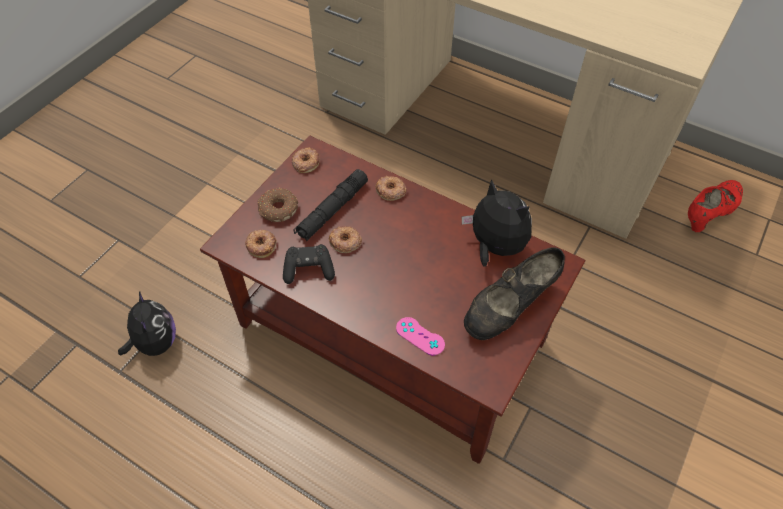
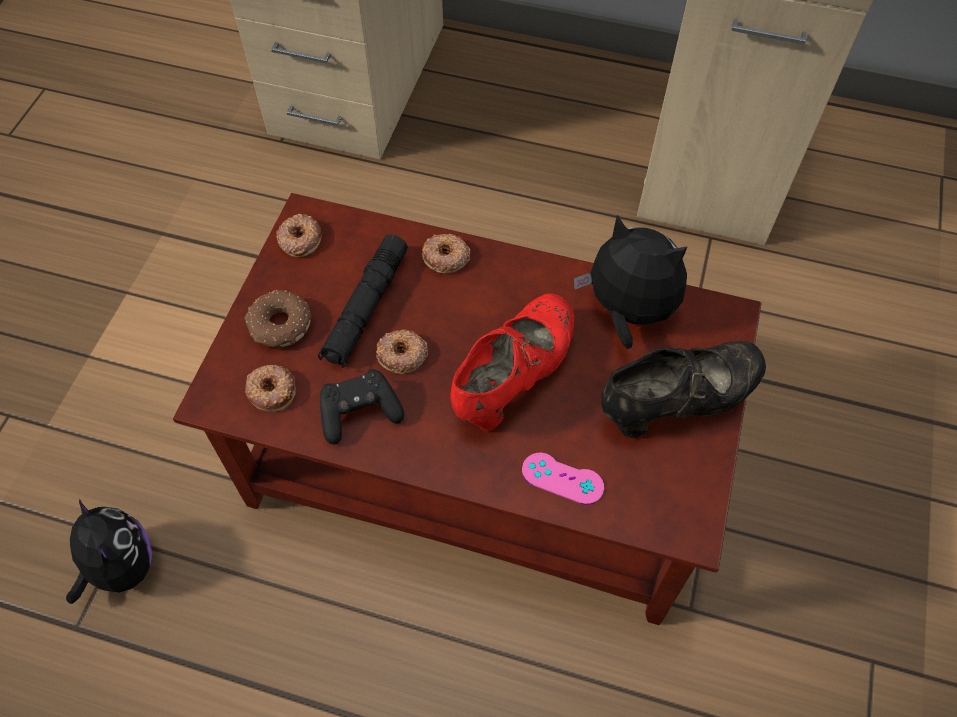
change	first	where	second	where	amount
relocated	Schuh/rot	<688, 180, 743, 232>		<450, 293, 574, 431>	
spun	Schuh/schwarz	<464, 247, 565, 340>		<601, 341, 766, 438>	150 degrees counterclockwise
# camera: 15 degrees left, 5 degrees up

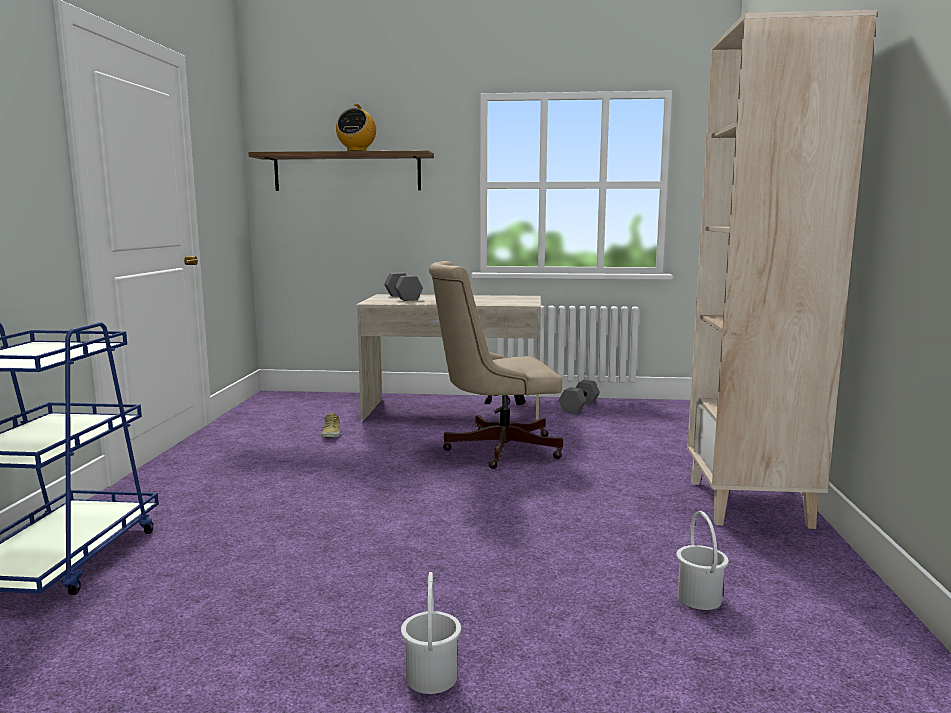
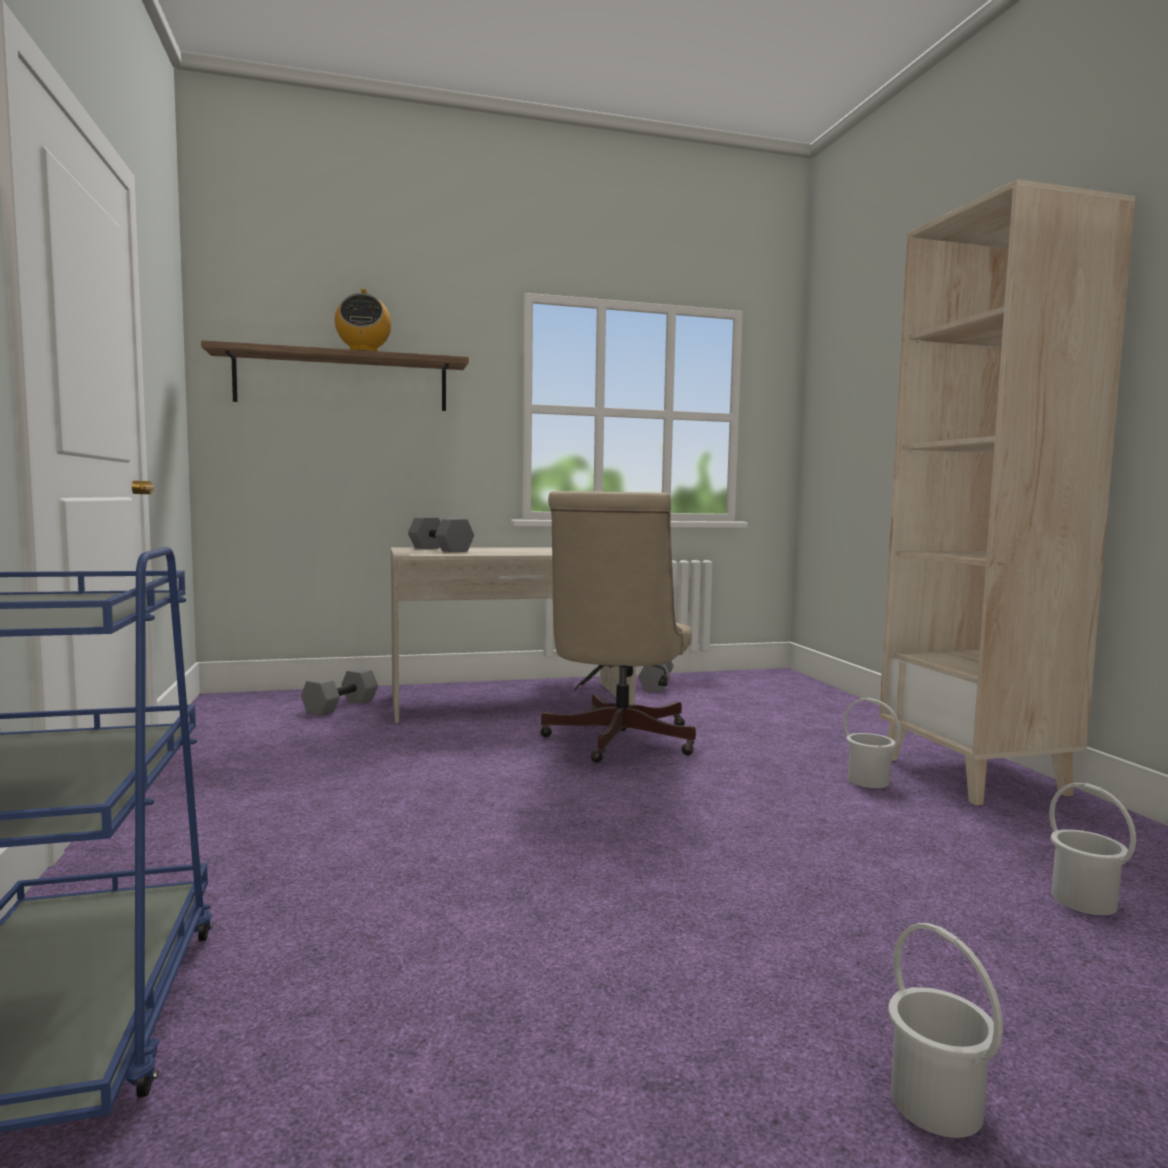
change	first	where	second	where	amount
appeared			Hantel/grau	<301, 668, 378, 716>	
spun	Bürostuhl/beige	<429, 261, 563, 469>		<540, 491, 696, 763>	45 degrees counterclockwise
appeared			Eimer/weiß	<844, 698, 901, 788>	
missing	Schuh/beige	<322, 412, 340, 438>			
# camera: 20 degrees left, 5 degrees down

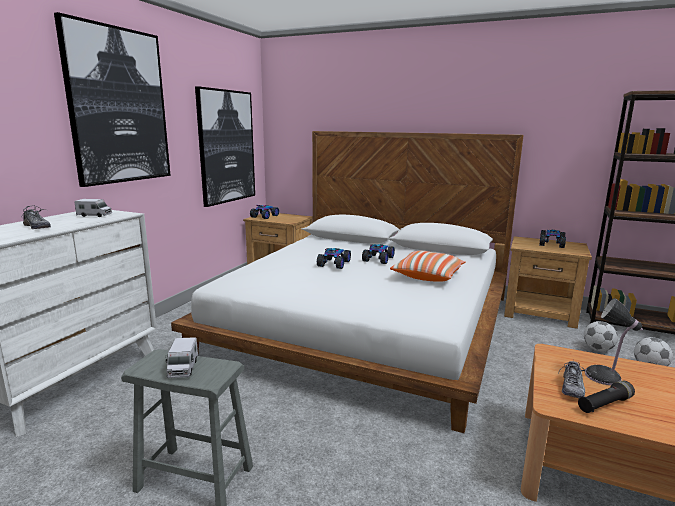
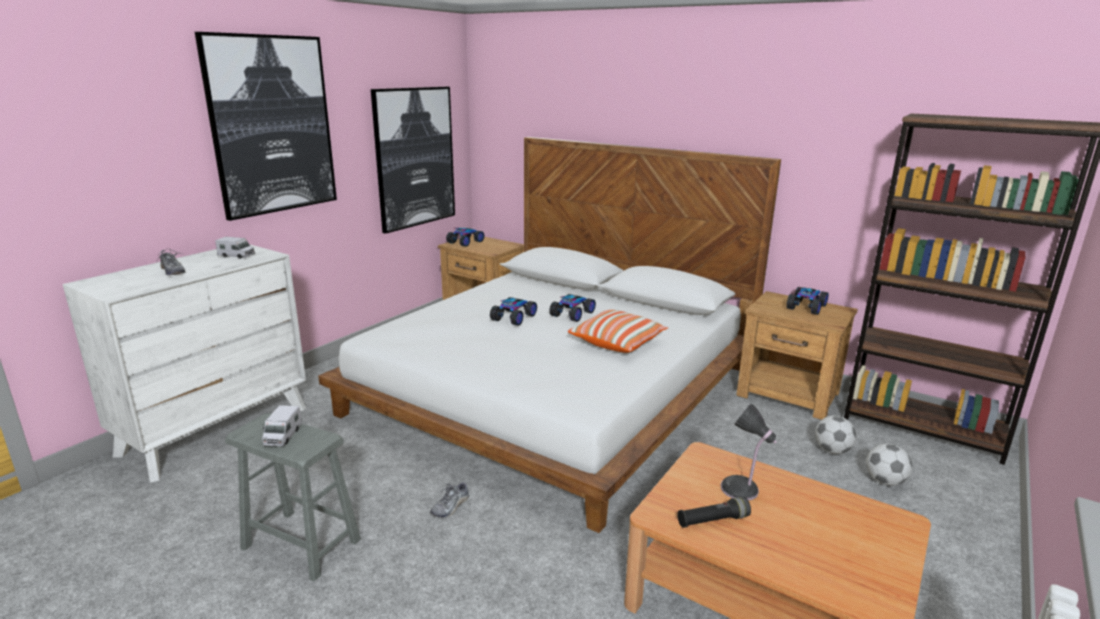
change	first	where	second	where	amount
relocated	Schuh	<559, 361, 591, 398>		<430, 482, 469, 518>	
# camera: 10 degrees right, 5 degrees up

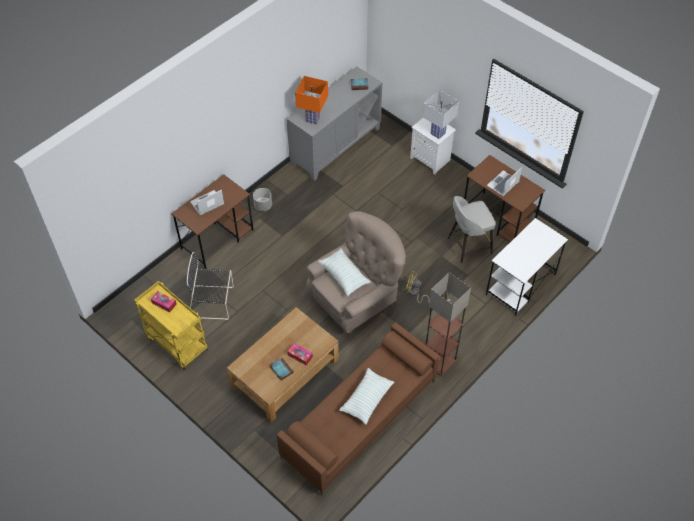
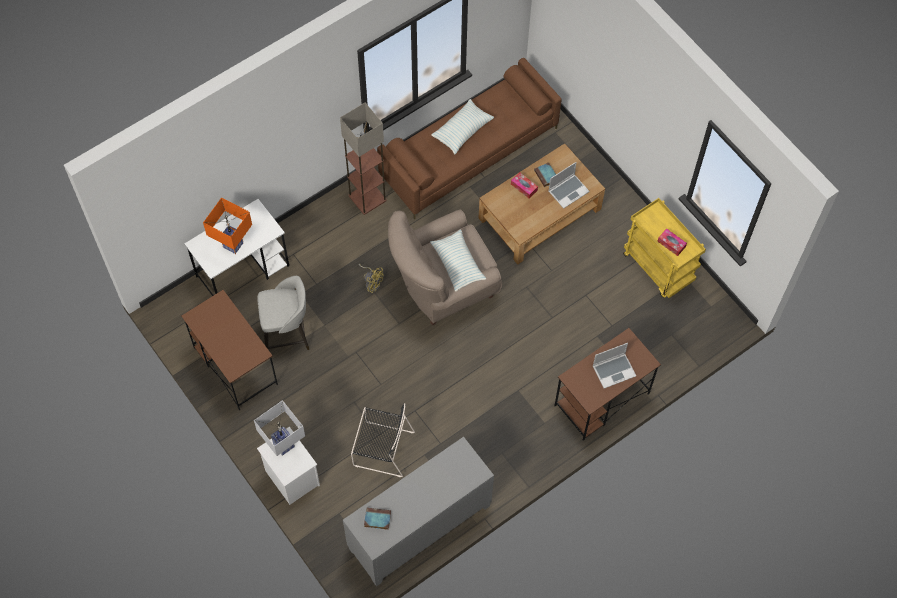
change	first	where	second	where	amount
relocated	Tischlampe/orange	<295, 76, 328, 124>		<203, 197, 252, 254>	
relocated	Stuhl/schwarz	<187, 252, 234, 320>		<351, 403, 415, 477>	
relocated	Laptop	<487, 167, 522, 196>		<549, 162, 589, 209>	
missing	Pflanzkübel/grau	<253, 188, 272, 211>			
# camera: 170 degrees left, 10 degrees up

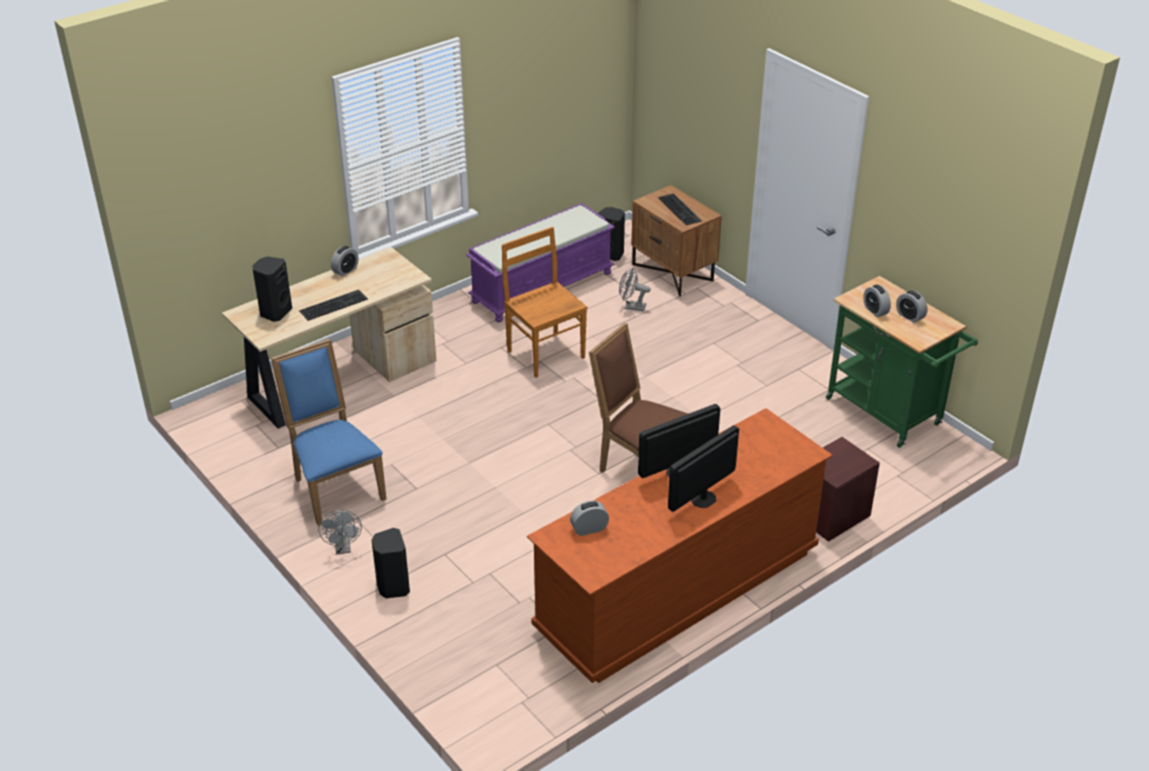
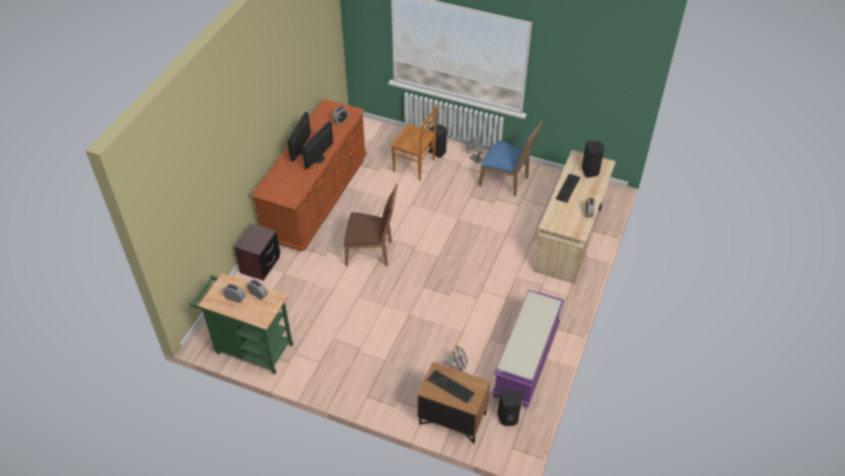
change	first	where	second	where	amount
relocated	Stuhl/braun	<502, 227, 588, 378>		<391, 105, 438, 181>	
# camera: 150 degrees right, 10 degrees up

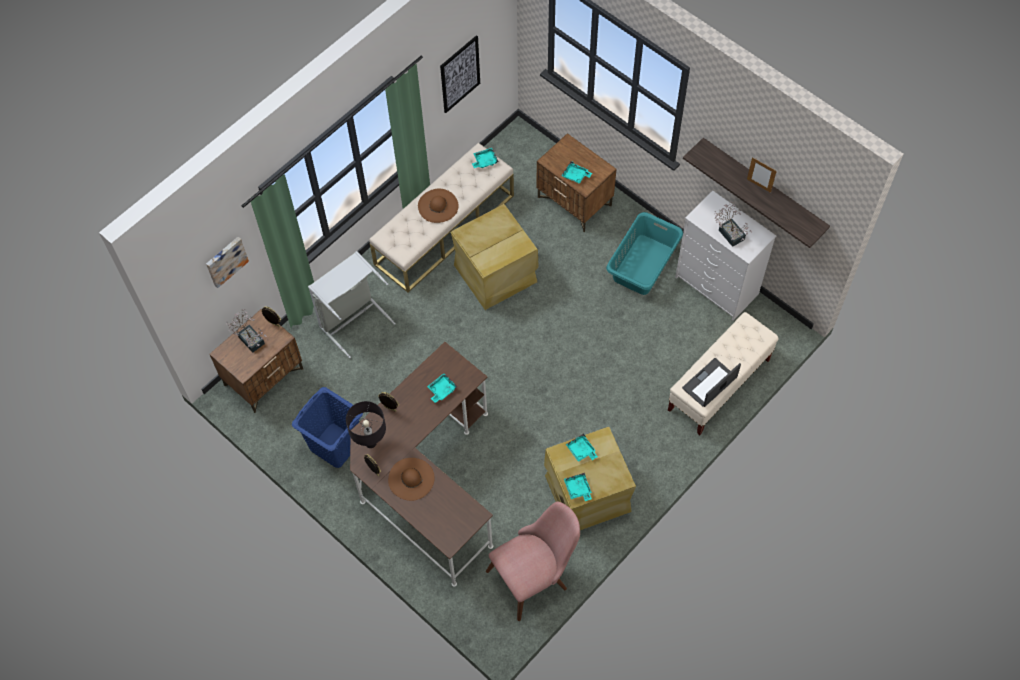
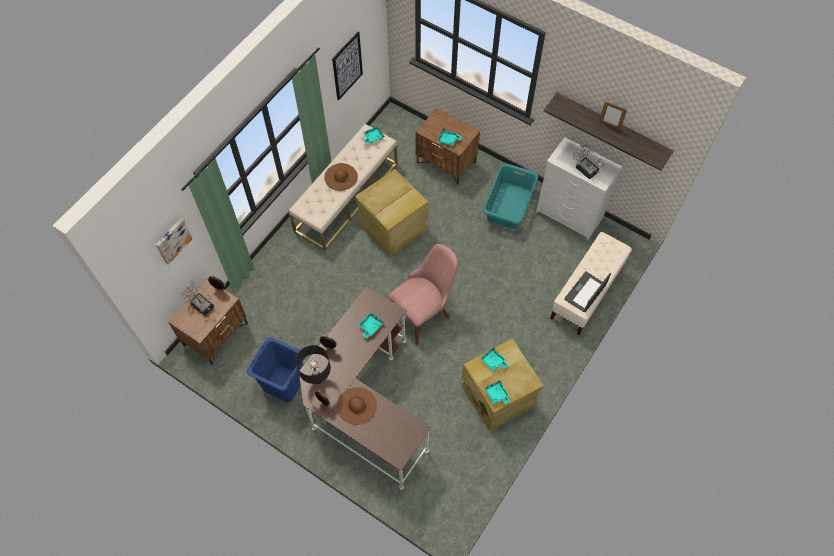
change	first	where	second	where	amount
relocated	Stuhl/rosa	<486, 502, 580, 621>		<388, 244, 458, 345>	
missing	Wäschekorb/grau	<308, 251, 396, 358>			
# camera: 10 degrees left, 0 degrees up

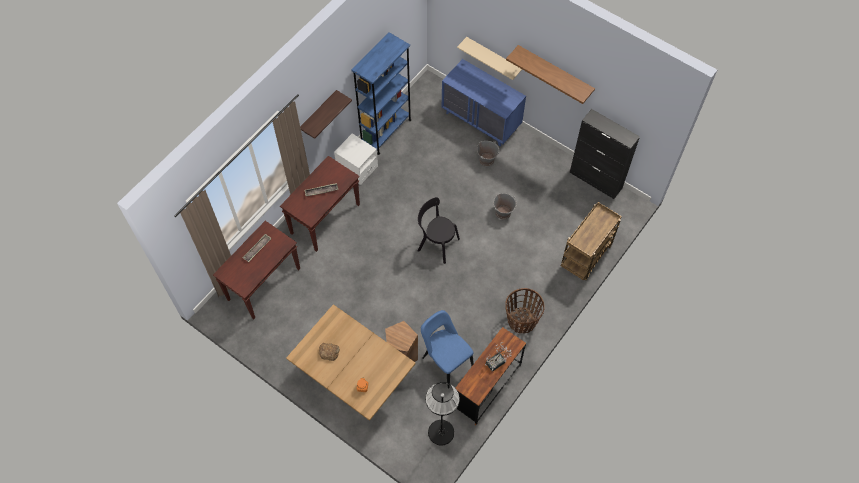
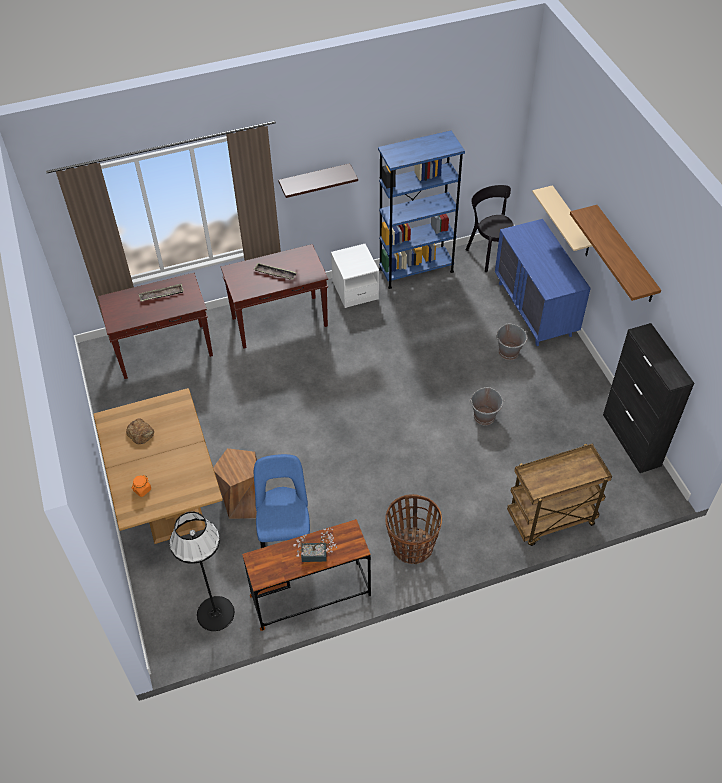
change	first	where	second	where	amount
relocated	Stuhl/schwarz	<417, 197, 460, 264>		<466, 185, 514, 272>	
# camera: 35 degrees right, 10 degrees down

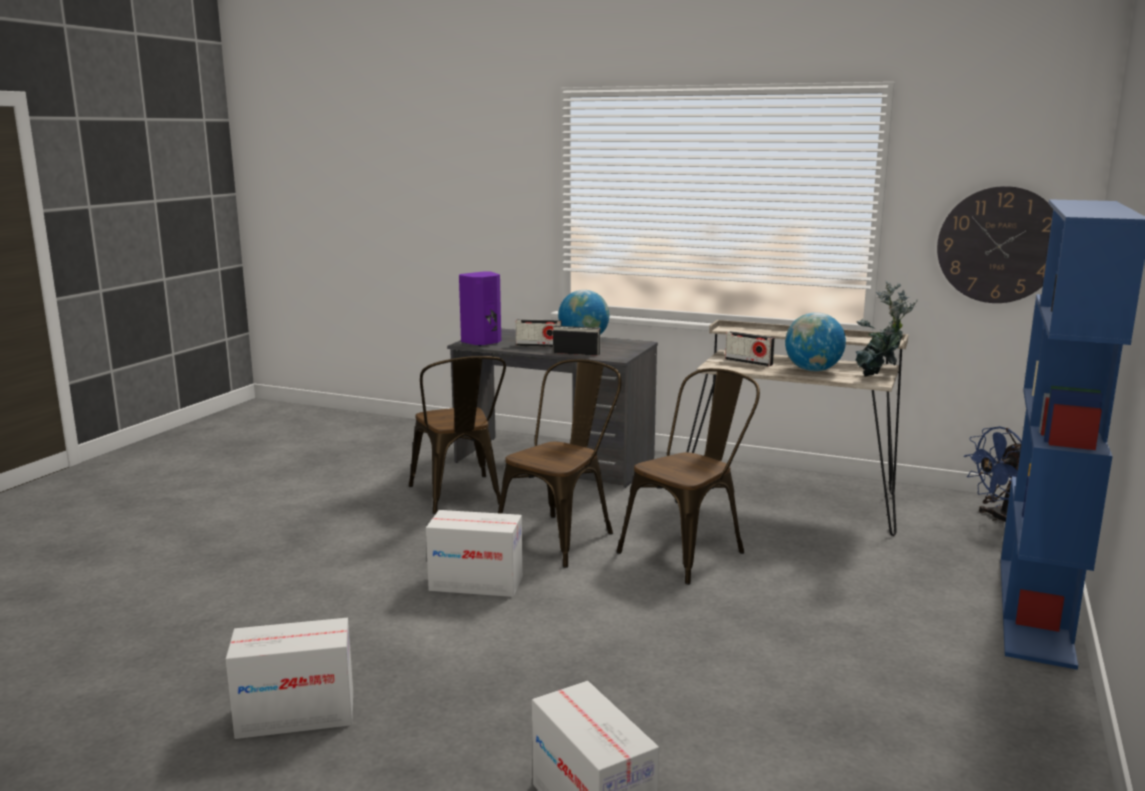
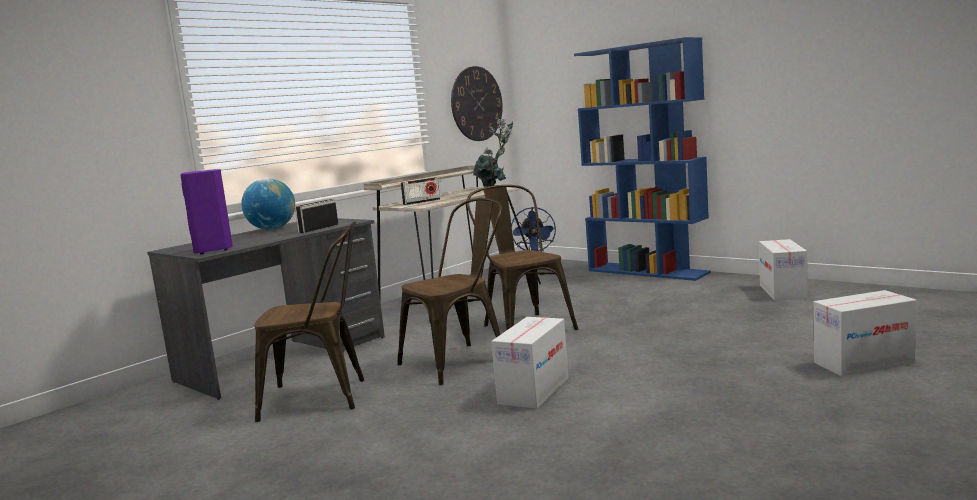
change	first	where	second	where	amount
spun	Stuhl/braun	<498, 359, 621, 568>		<397, 198, 502, 385>	90 degrees clockwise
relocated	Karton	<226, 618, 353, 739>		<759, 239, 808, 301>	
missing	Radio	<516, 319, 562, 347>			
missing	Globus	<785, 312, 846, 371>			
# camera: 70 degrees left, 5 degrees down

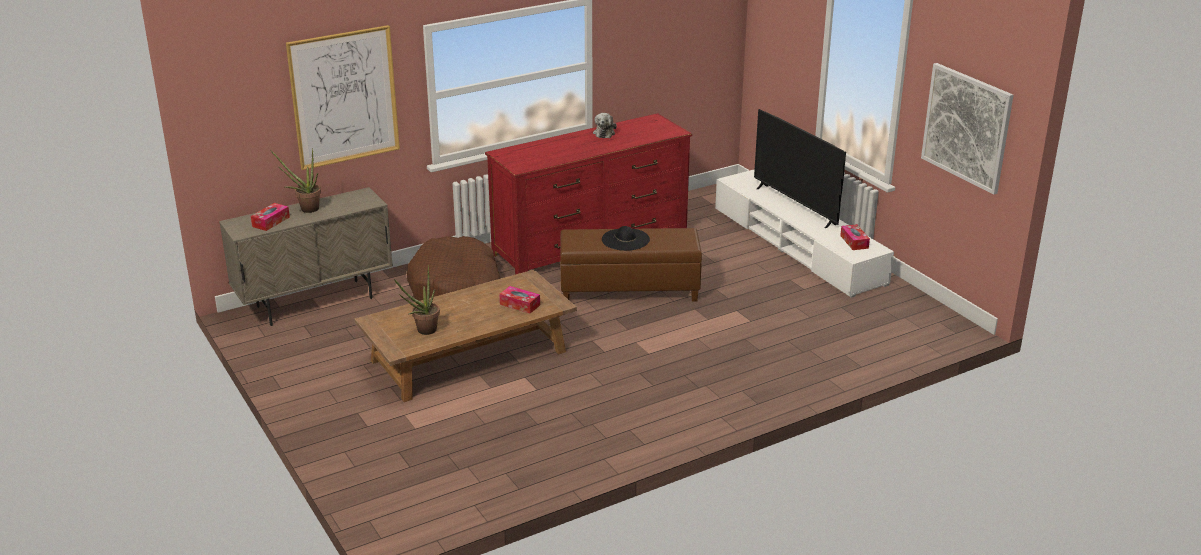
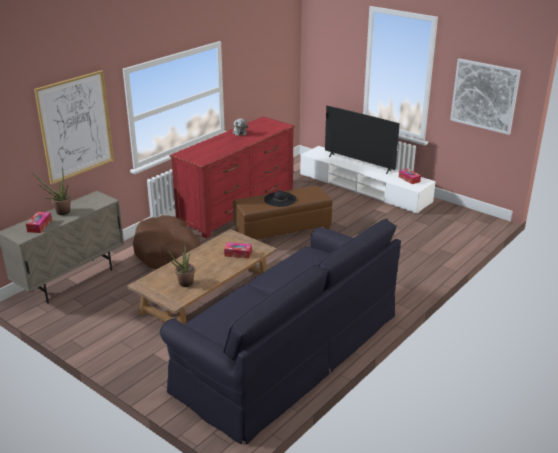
change	first	where	second	where	amount
appeared			Sofa/schwarz	<160, 219, 401, 445>	
# camera: 20 degrees left, 0 degrees up

